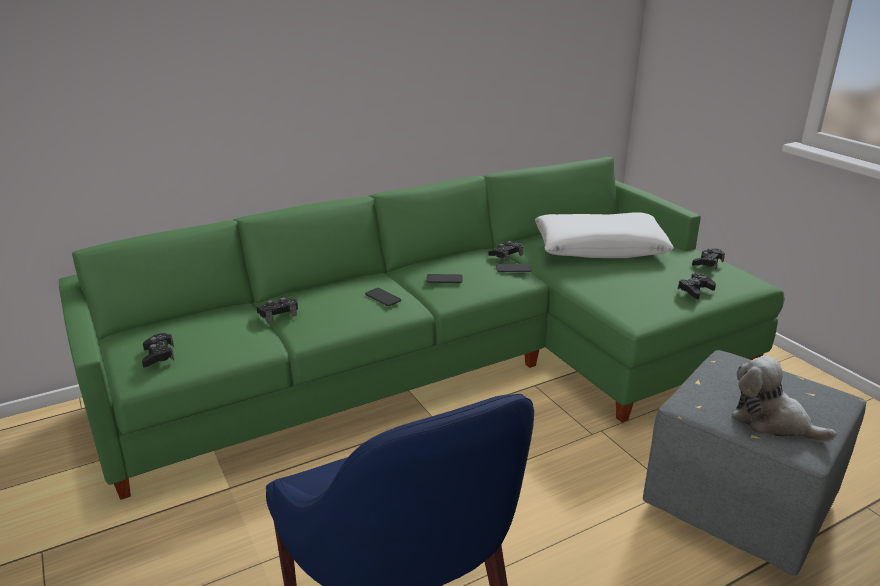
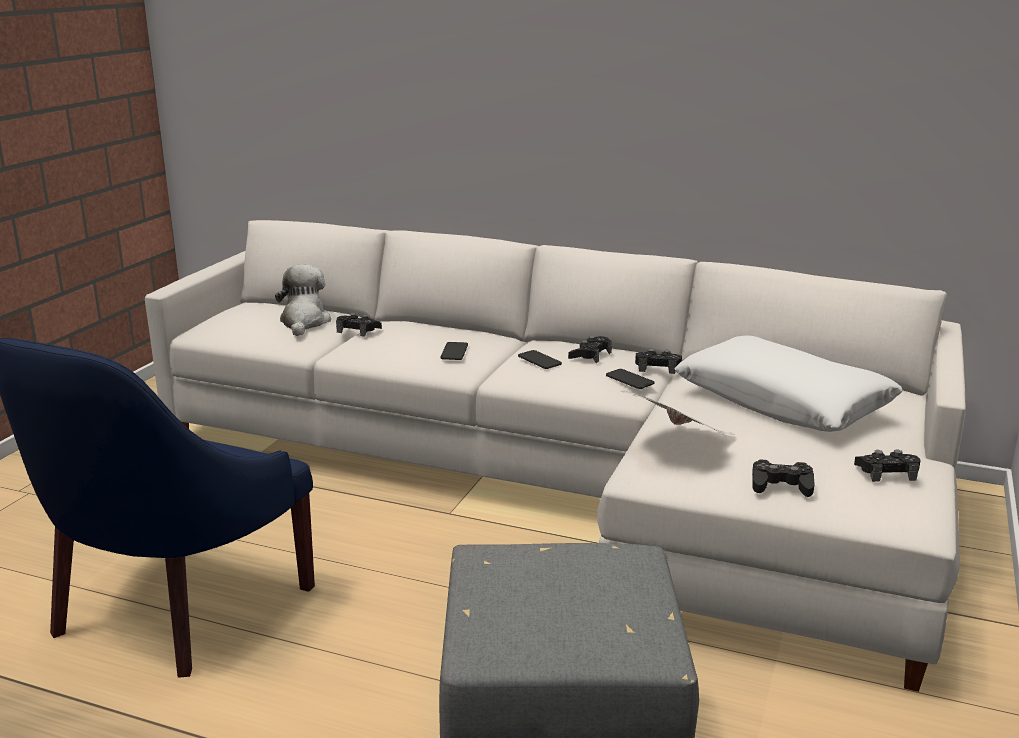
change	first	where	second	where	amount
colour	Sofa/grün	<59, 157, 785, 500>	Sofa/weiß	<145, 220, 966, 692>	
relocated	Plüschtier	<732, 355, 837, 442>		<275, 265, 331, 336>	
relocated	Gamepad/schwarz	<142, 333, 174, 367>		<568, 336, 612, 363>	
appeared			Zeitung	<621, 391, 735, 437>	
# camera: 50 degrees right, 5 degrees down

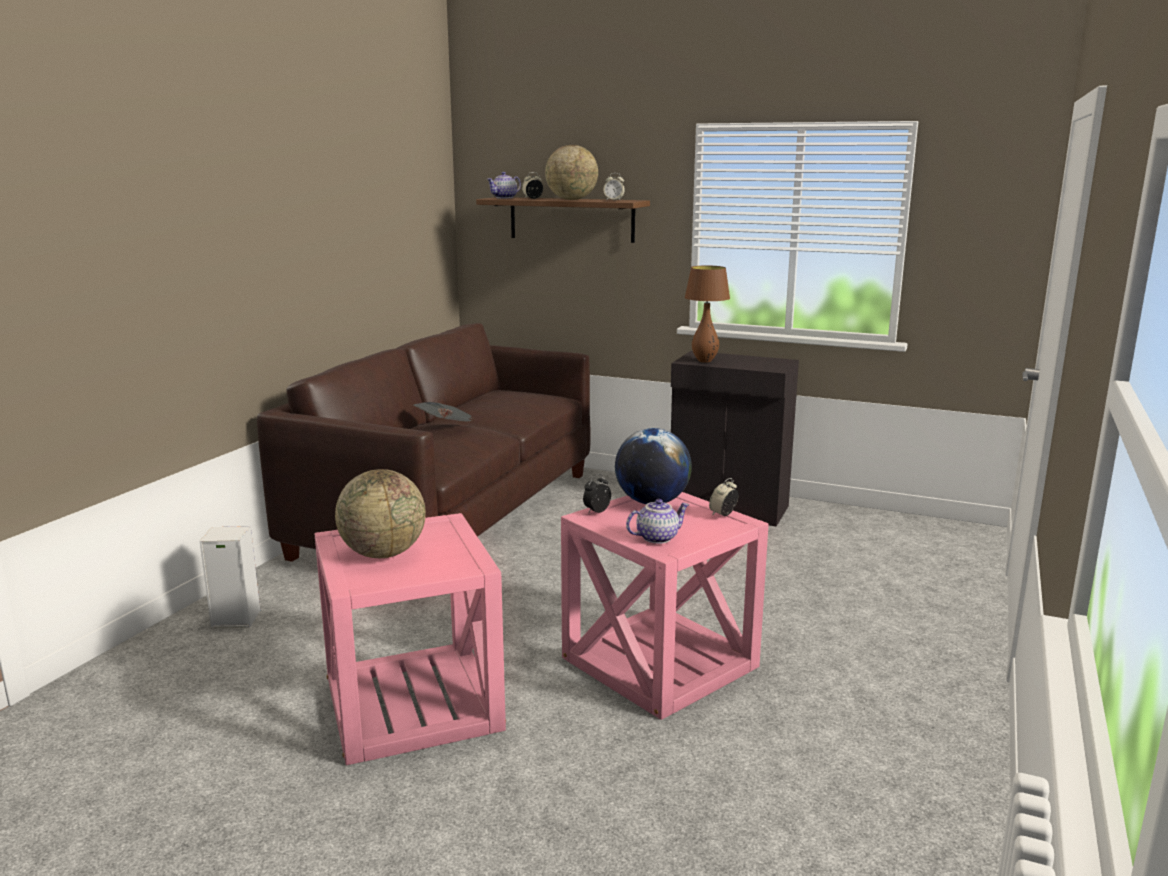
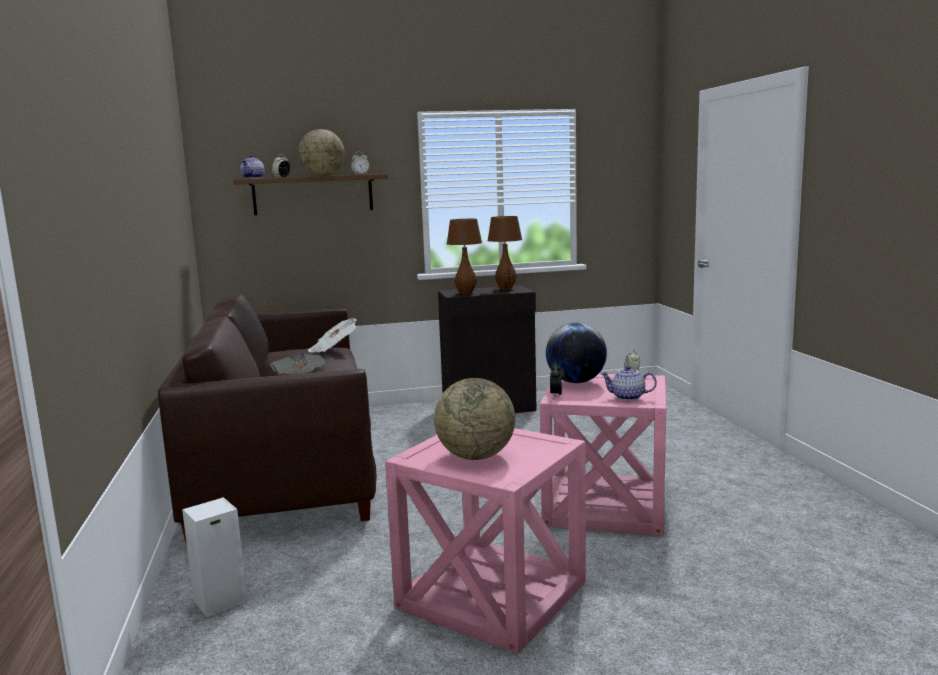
change	first	where	second	where	amount
appeared			Zeitung	<308, 318, 357, 352>	
appeared			Tischlampe/braun	<488, 216, 522, 290>	
spun	Teekanne	<626, 499, 689, 544>		<600, 366, 657, 401>	105 degrees counterclockwise
# camera: 35 degrees left, 5 degrees down

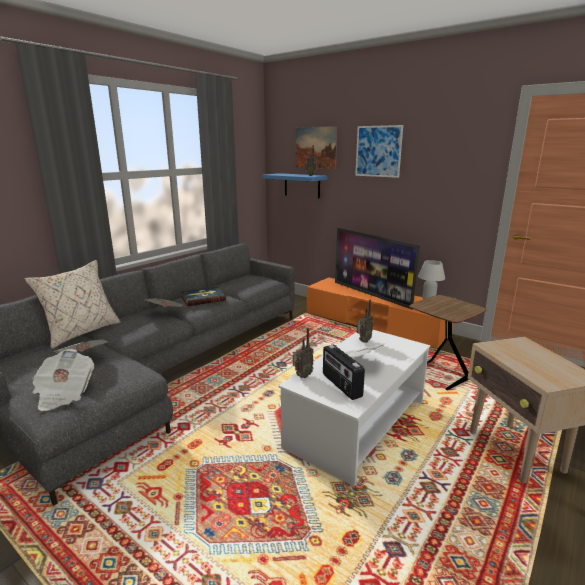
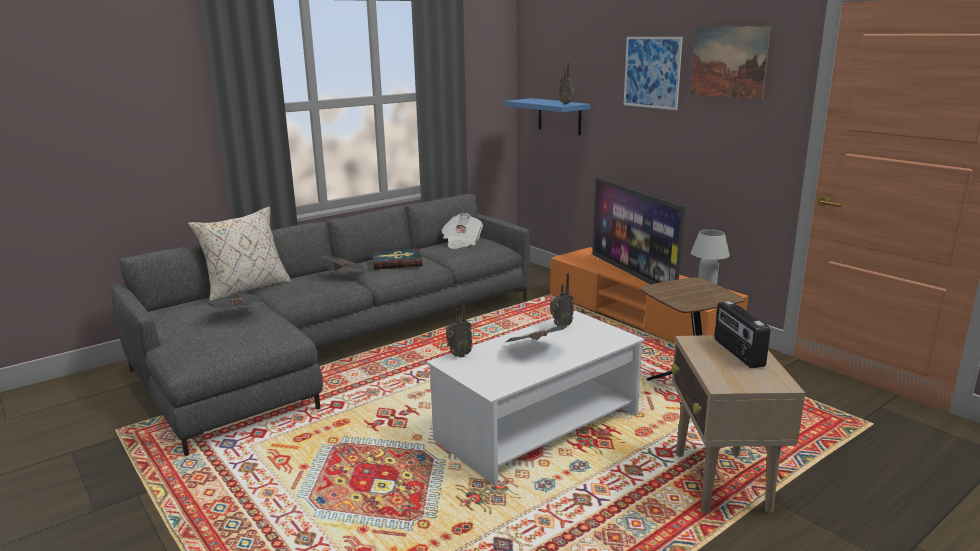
change	first	where	second	where	amount
relocated	Zeitung	<32, 349, 94, 411>		<441, 213, 483, 249>	
relocated	Bild	<296, 126, 337, 169>		<690, 26, 771, 100>	
relocated	Radio	<323, 345, 365, 400>		<715, 301, 770, 368>	
# camera: 15 degrees right, 0 degrees up

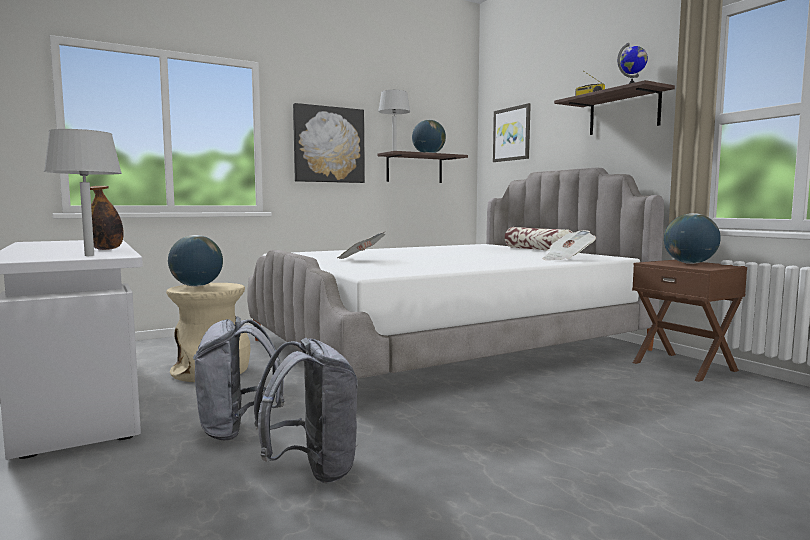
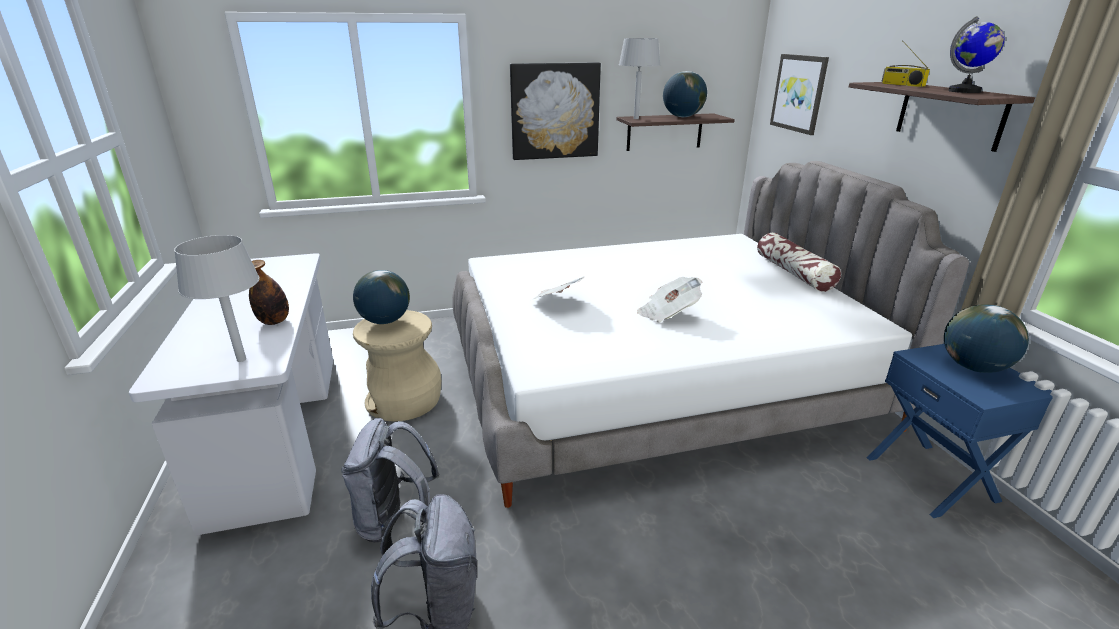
change	first	where	second	where	amount
relocated	Zeitung	<542, 230, 596, 261>		<637, 277, 703, 323>	
colour	Nachttisch/braun	<632, 260, 747, 382>	Nachttisch/blau	<867, 344, 1053, 518>	
# camera: 15 degrees right, 20 degrees up

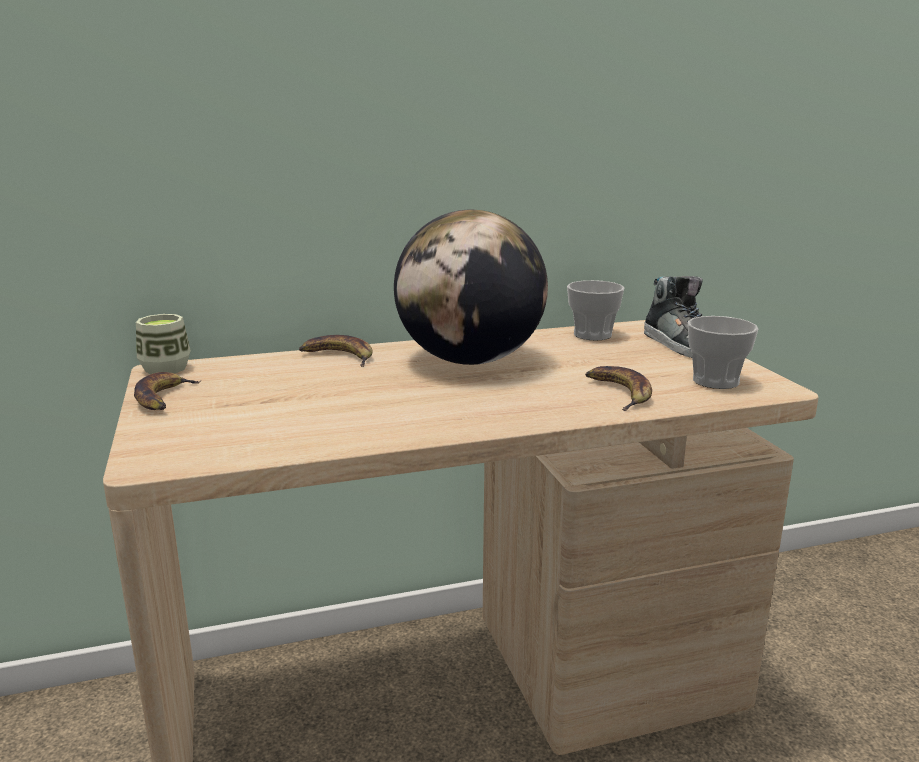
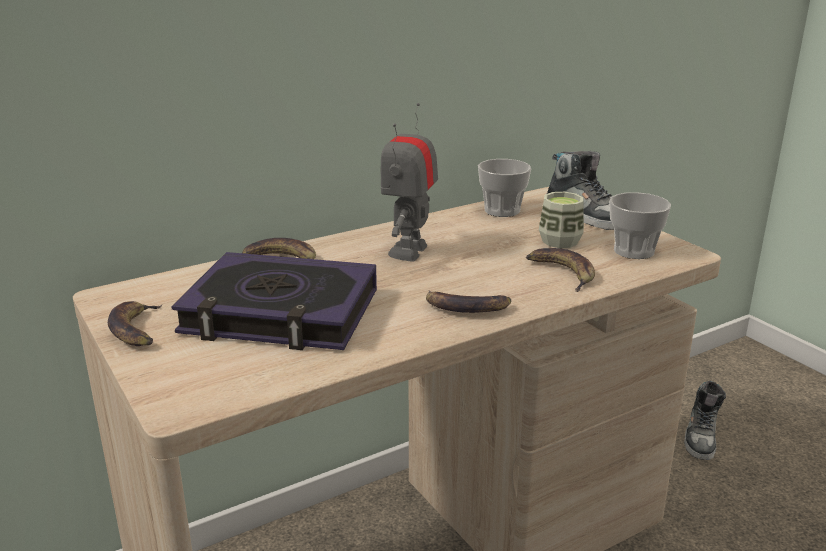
change	first	where	second	where	amount
appeared			Buch	<171, 252, 377, 350>	
exchanged	Globus	<394, 209, 548, 365>	Spielzeugroboter	<381, 103, 438, 262>	
appeared			Banane	<426, 291, 511, 313>	
relocated	Tasse	<136, 314, 191, 374>		<539, 192, 584, 248>	
appeared			Schuh	<684, 381, 726, 460>	
# camera: 15 degrees left, 5 degrees up

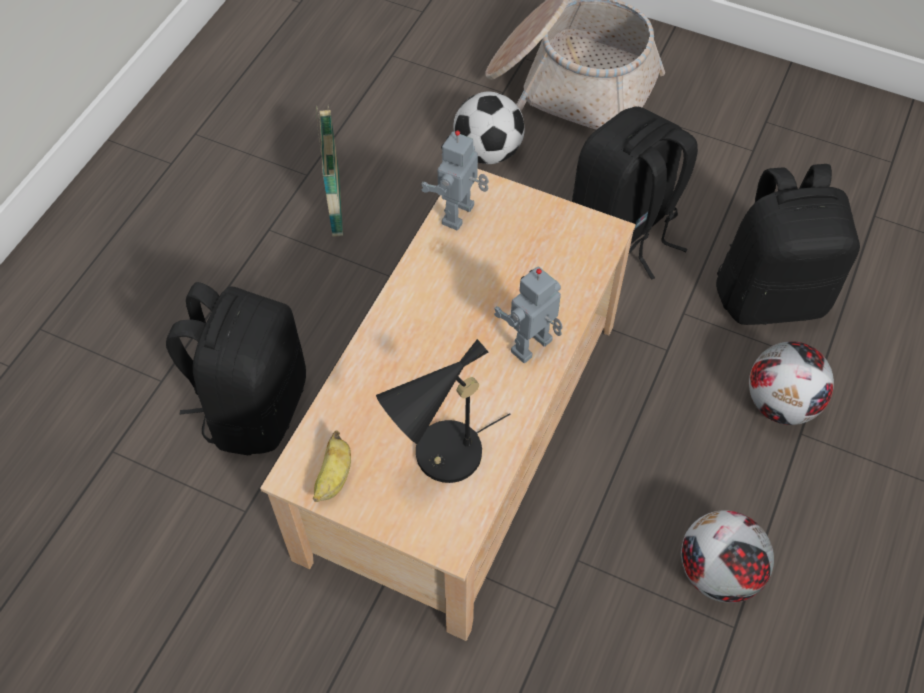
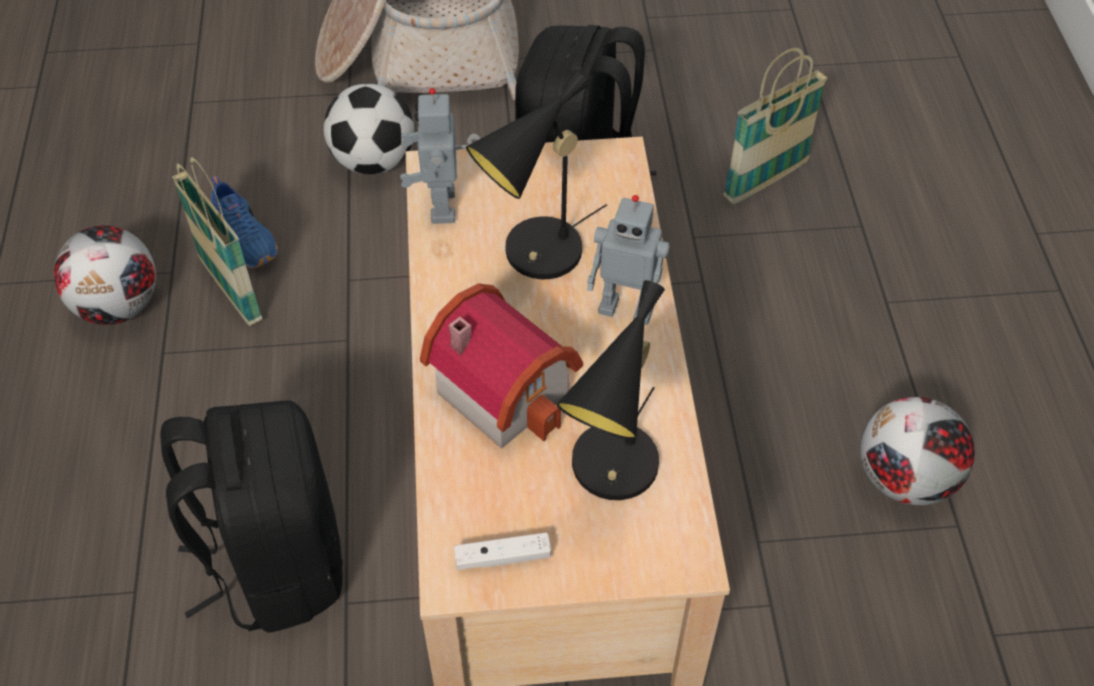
change	first	where	second	where	amount
relocated	Fußball	<749, 341, 834, 425>		<54, 225, 156, 325>	
appeared			Schuh/blau	<211, 176, 278, 269>	
appeared			Spielzeughaus	<420, 283, 583, 449>	
exchanged	Banane	<313, 430, 351, 502>	Gamepad/weiß	<454, 532, 551, 570>	
appeared			Tischlampe/schwarz	<466, 71, 607, 280>	
spun	Spielzeugroboter	<494, 266, 563, 363>		<587, 195, 670, 325>	90 degrees counterclockwise
exchanged	Rucksack/schwarz	<716, 164, 860, 325>	Korb	<723, 48, 828, 204>	
# camera: 30 degrees left, 5 degrees down

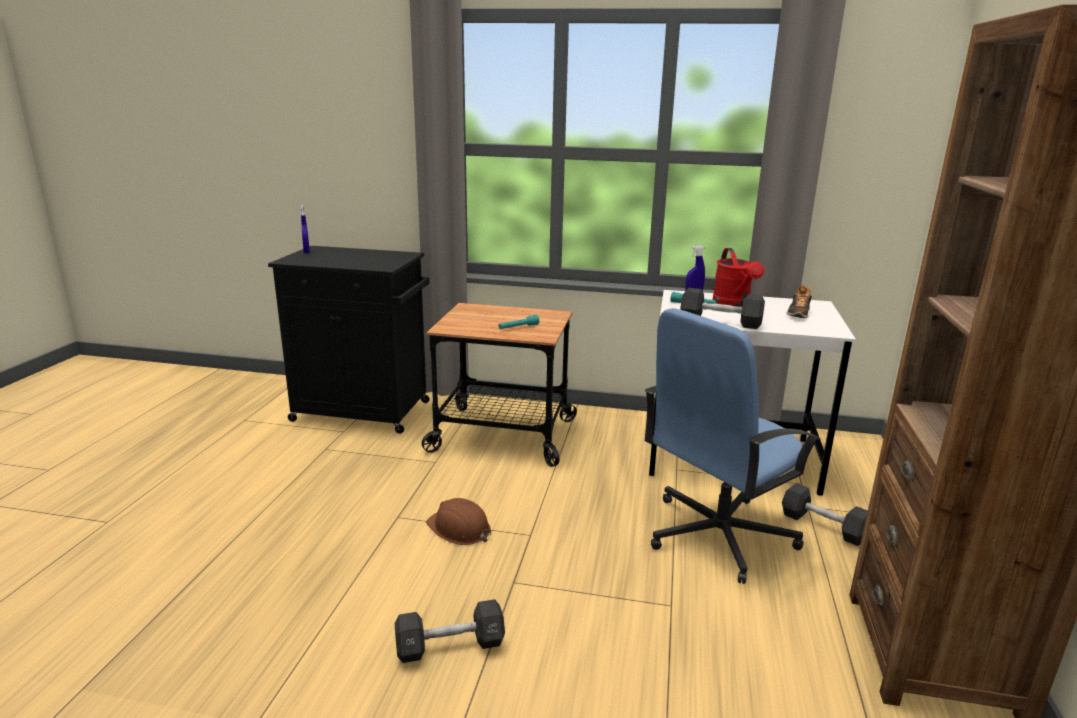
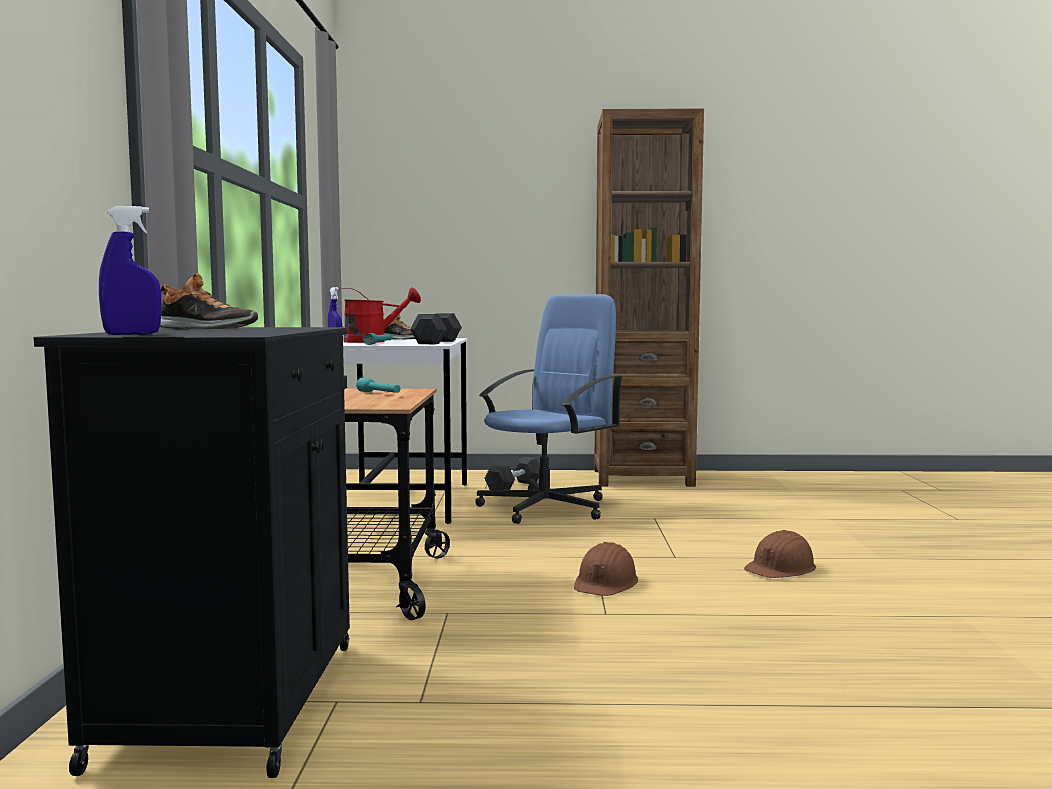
change	first	where	second	where	amount
appeared			Schuh	<160, 273, 258, 329>	
spun	Bürostuhl/blau	<644, 308, 820, 584>		<475, 294, 623, 524>	90 degrees counterclockwise
exchanged	Hantel/schwarz	<395, 599, 505, 663>	Schutzhelm/braun	<744, 530, 816, 578>	
# camera: 100 degrees left, 15 degrees down

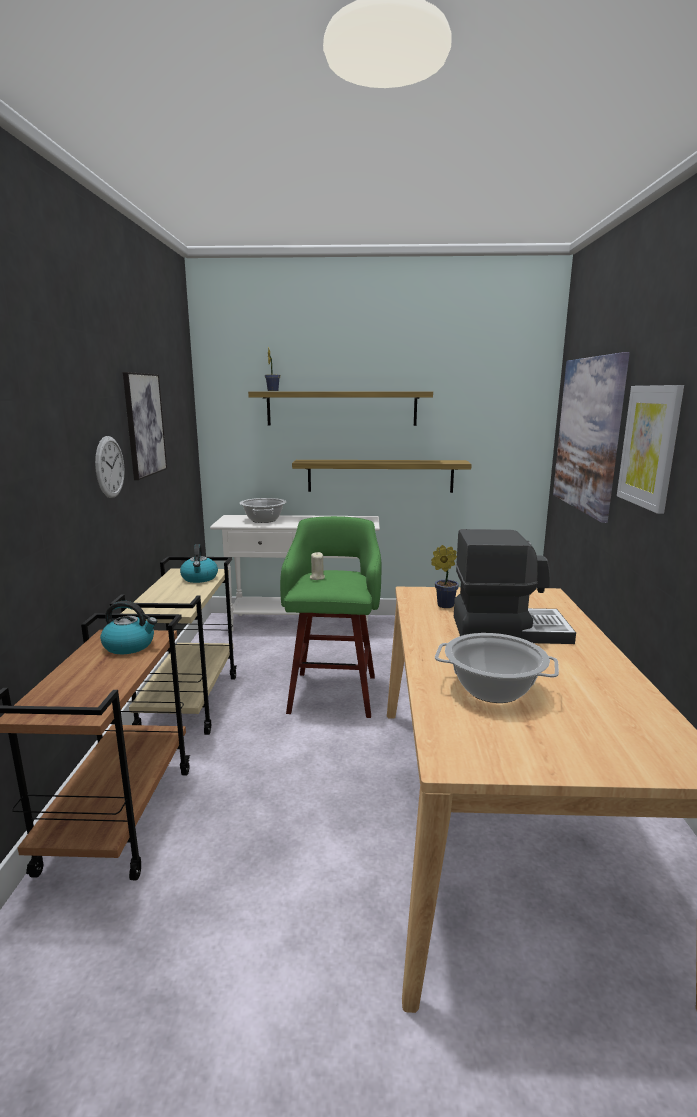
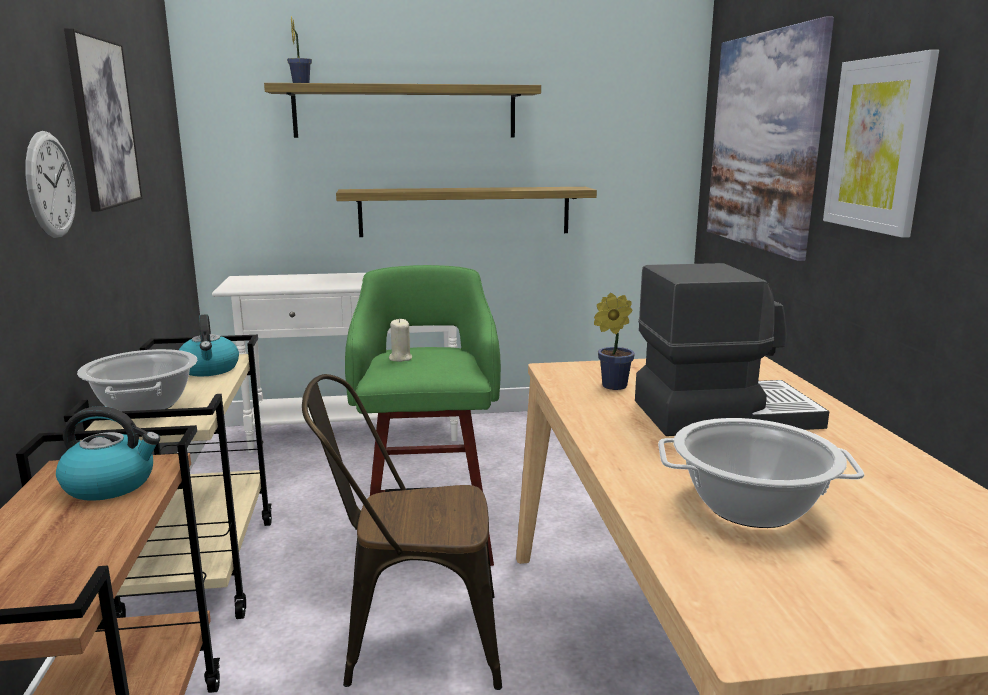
change	first	where	second	where	amount
relocated	Kochtopf	<240, 498, 286, 523>		<77, 349, 198, 411>	
appeared			Stuhl/braun	<302, 374, 502, 690>	
# camera: 10 degrees left, 0 degrees up

